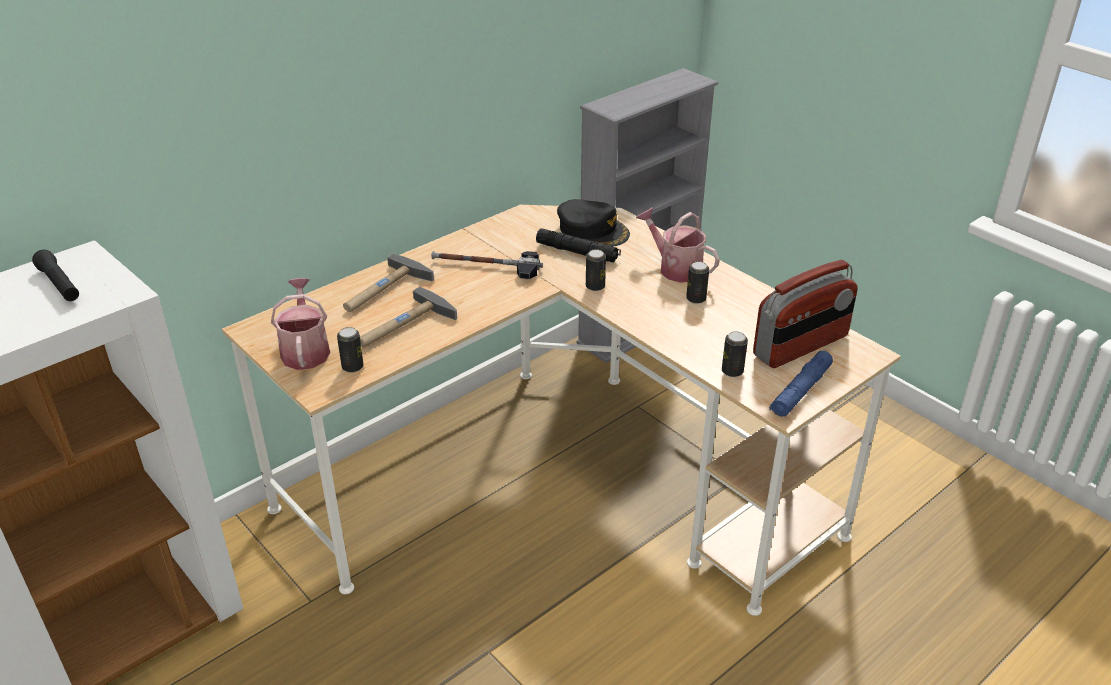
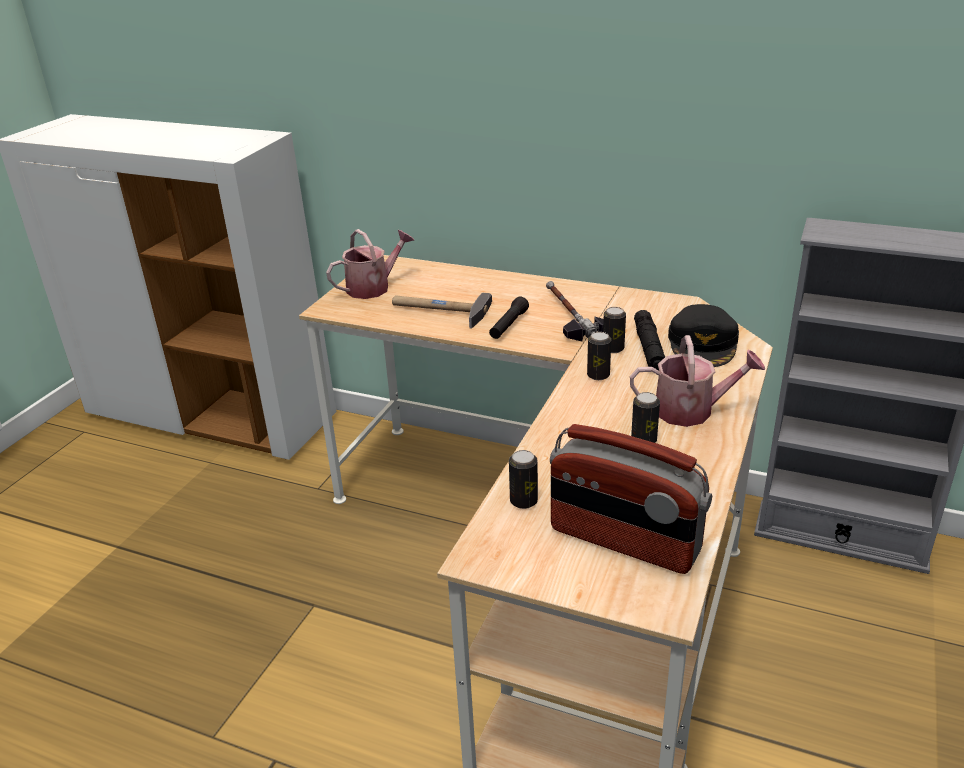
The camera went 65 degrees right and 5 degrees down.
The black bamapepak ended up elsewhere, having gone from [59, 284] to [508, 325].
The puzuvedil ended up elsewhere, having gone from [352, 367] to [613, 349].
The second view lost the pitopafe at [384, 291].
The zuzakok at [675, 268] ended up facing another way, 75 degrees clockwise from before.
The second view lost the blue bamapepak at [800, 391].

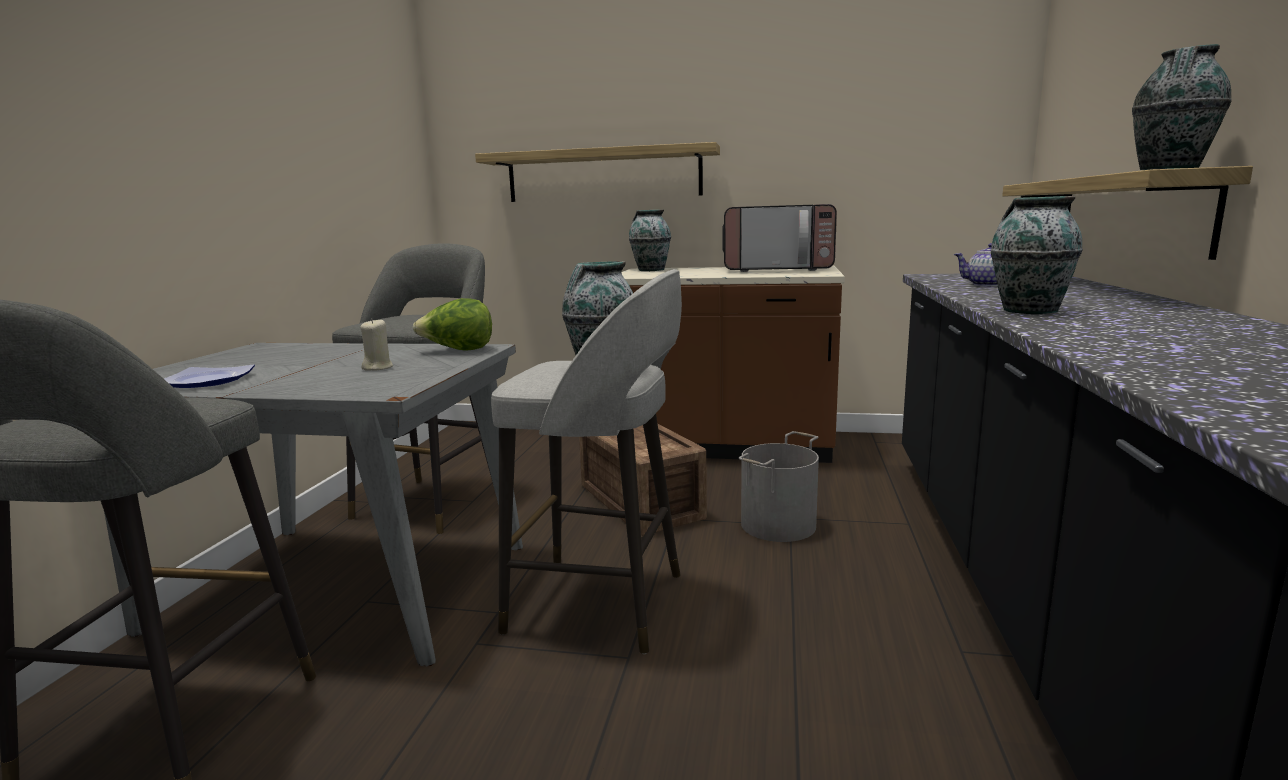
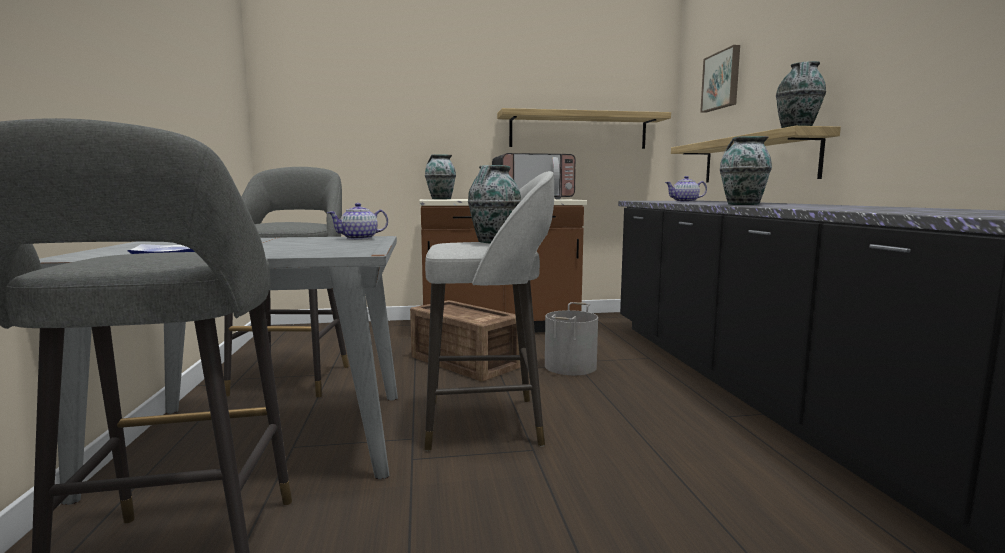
The camera went 20 degrees left and 5 degrees down.
The second view lost the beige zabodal at [378, 368].
Where the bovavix stood at [458, 351], the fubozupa came to stand at [360, 238].
The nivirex ended up elsewhere, having gone from [603, 175] to [578, 131].
The second view gained the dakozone at [722, 80].

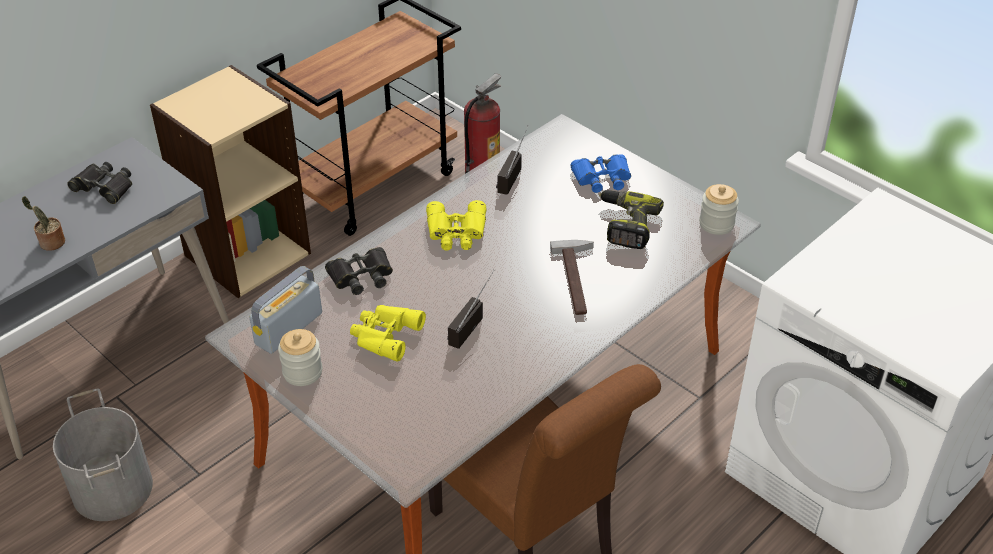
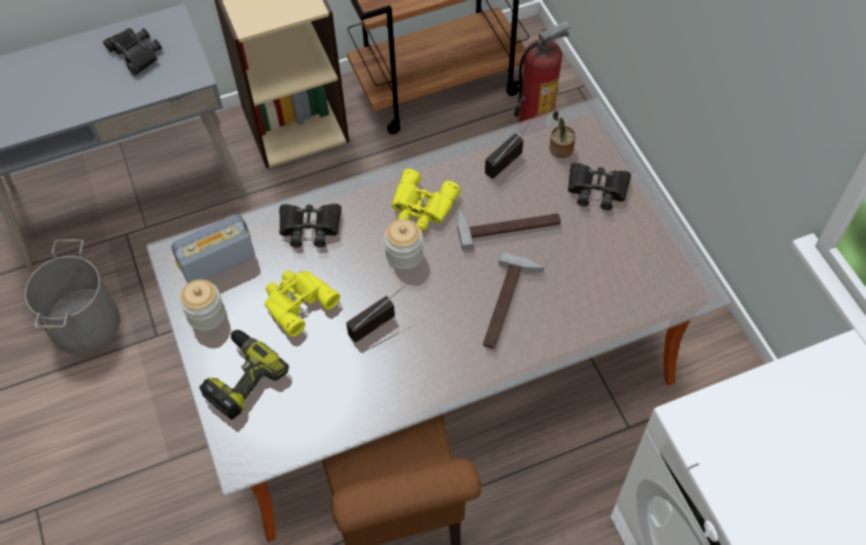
The camera went 25 degrees right and 15 degrees up.
The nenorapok ended up elsewhere, having gone from [50, 243] to [559, 149].
What was the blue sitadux at [602, 178] turned into the black sitadux at [597, 189].
The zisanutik ended up elsewhere, having gone from [625, 225] to [240, 378].
The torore ended up elsewhere, having gone from [716, 224] to [404, 255].
The second view gained the pitopafe at [508, 224].

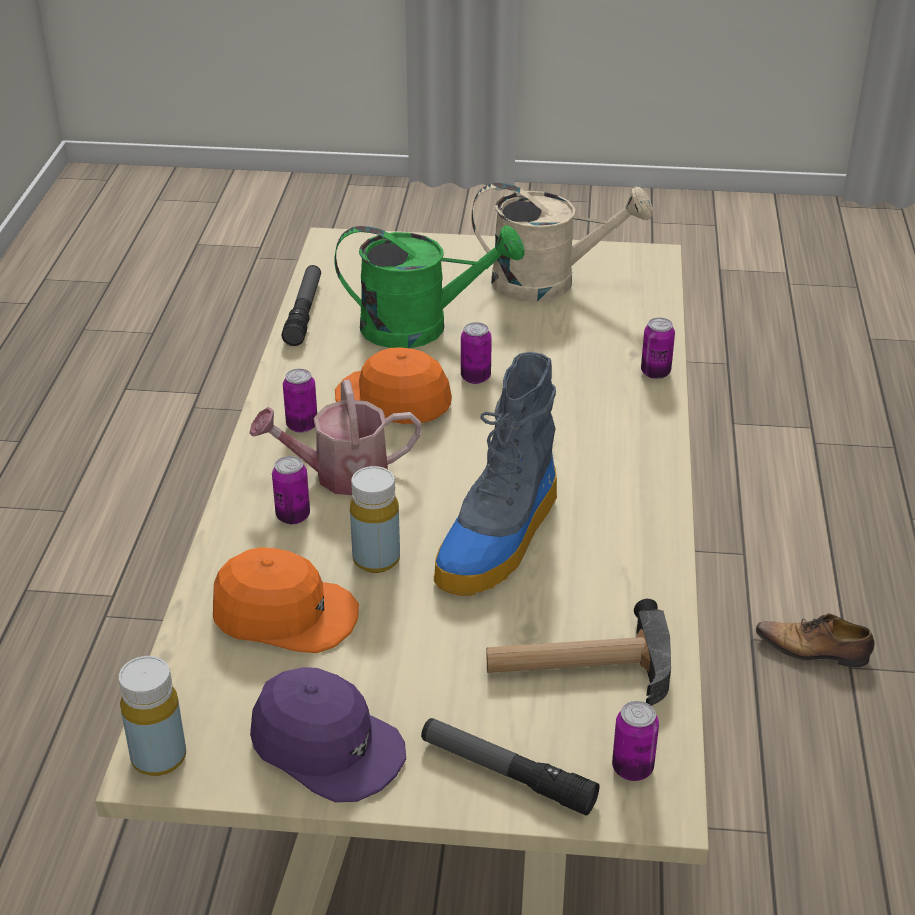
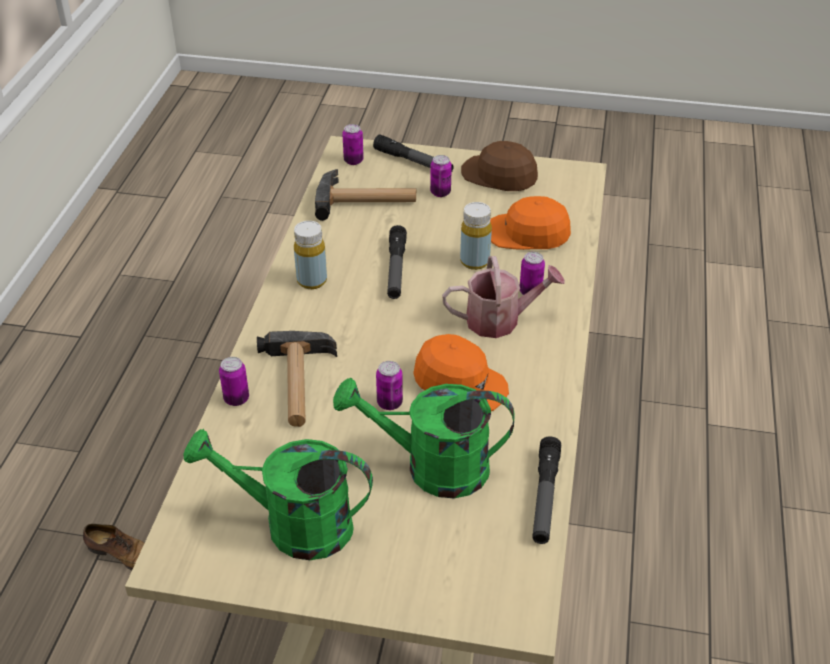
The camera went 175 degrees left and 5 degrees up.
The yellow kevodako ended up elsewhere, having gone from [159, 757] to [312, 281].
What was the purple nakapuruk at [327, 747] turned into the brown nakapuruk at [499, 175].
The puzuvedil ended up elsewhere, having gone from [302, 425] to [440, 192].
Where the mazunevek stood at [499, 540], the bamapepak came to stand at [396, 269].
What was the beige zuzakok at [549, 283] turned into the green zuzakok at [293, 525].
The second view gained the pitopafe at [298, 384].

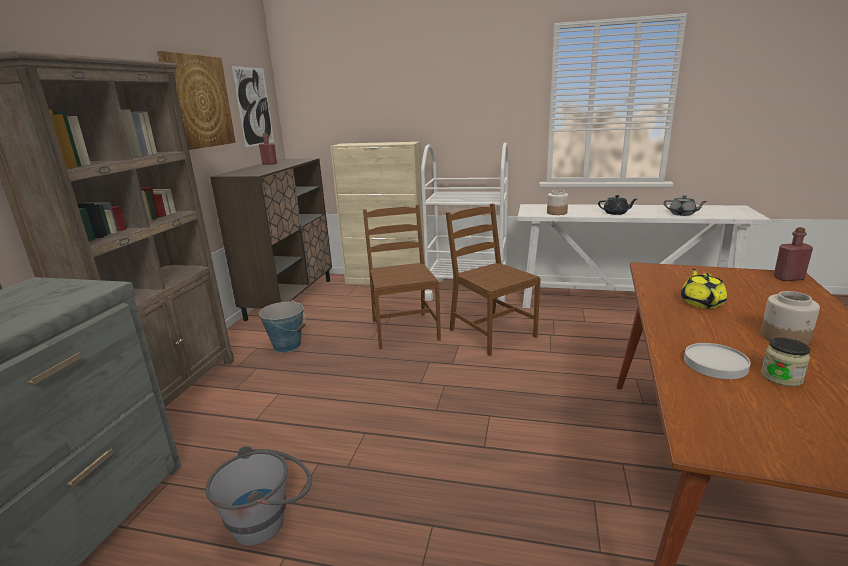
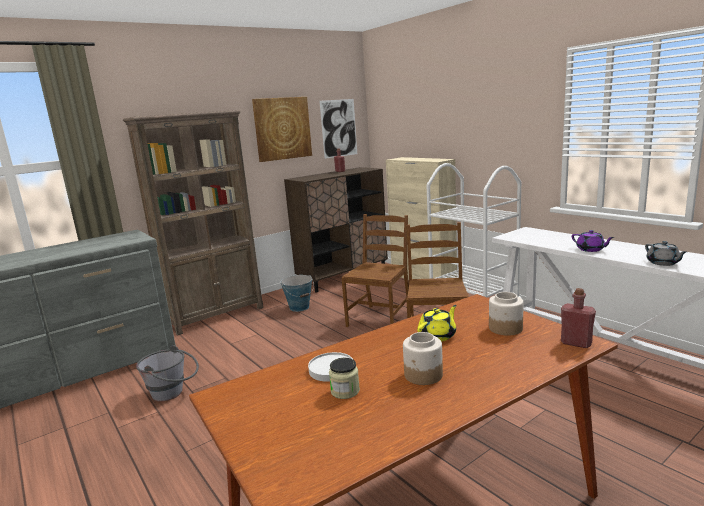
The camera went 40 degrees right and 5 degrees down.
The torore ended up elsewhere, having gone from [556, 213] to [505, 328].
What was the black fubozupa at [616, 213] turned into the purple fubozupa at [590, 249].

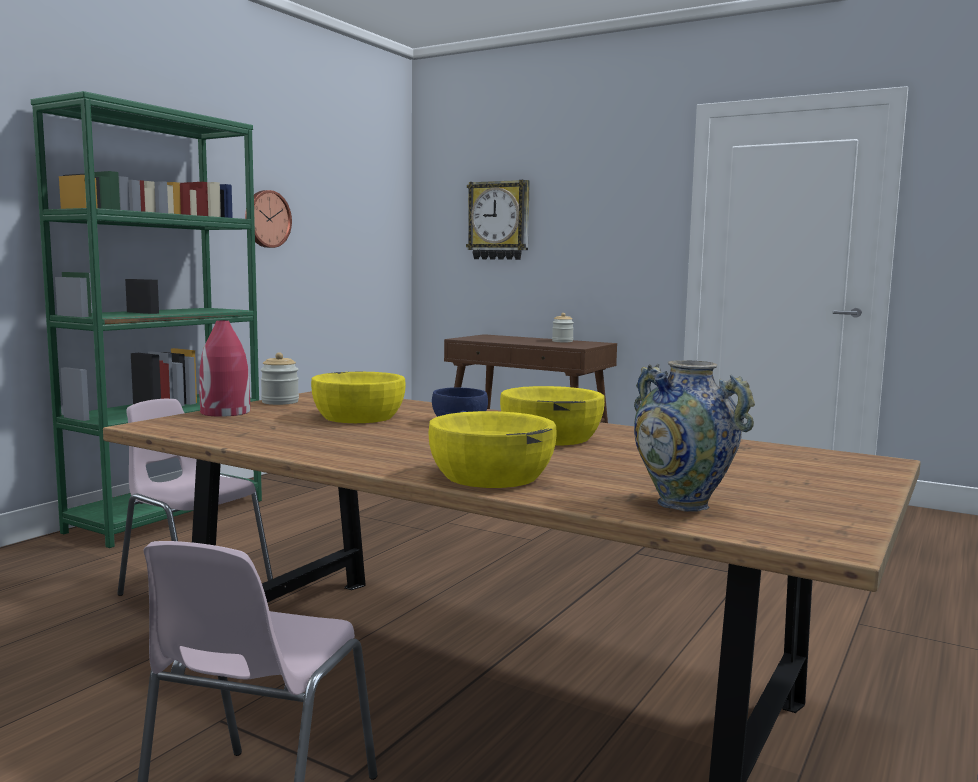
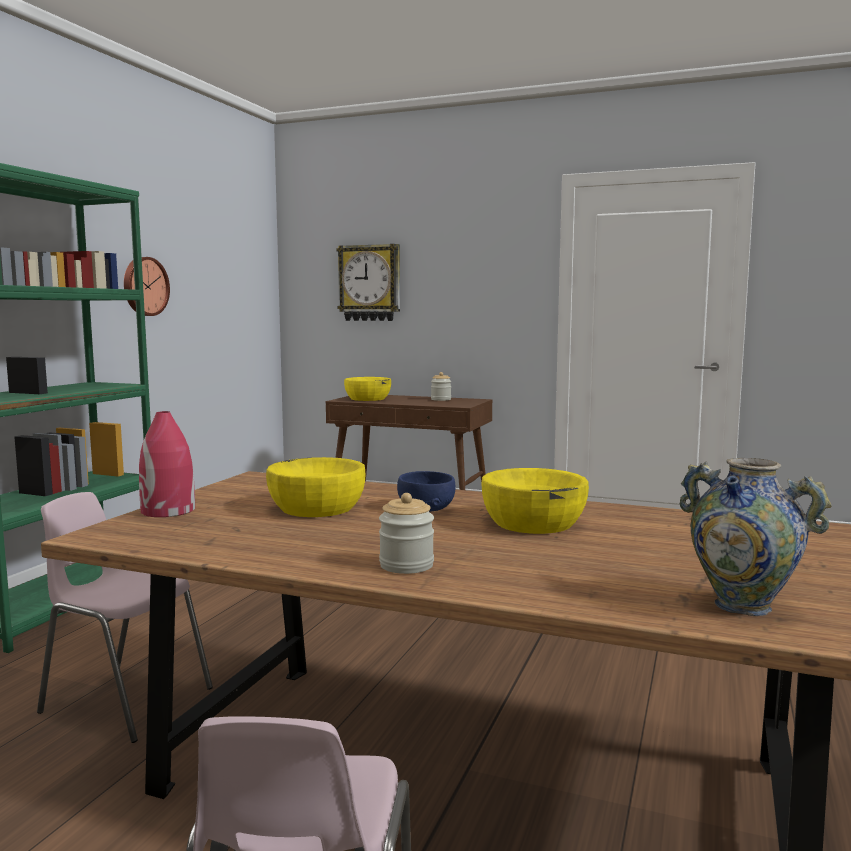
The camera went 10 degrees left and 0 degrees up.
The torore ended up elsewhere, having gone from [280, 402] to [406, 565].
The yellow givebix ended up elsewhere, having gone from [491, 476] to [368, 398].

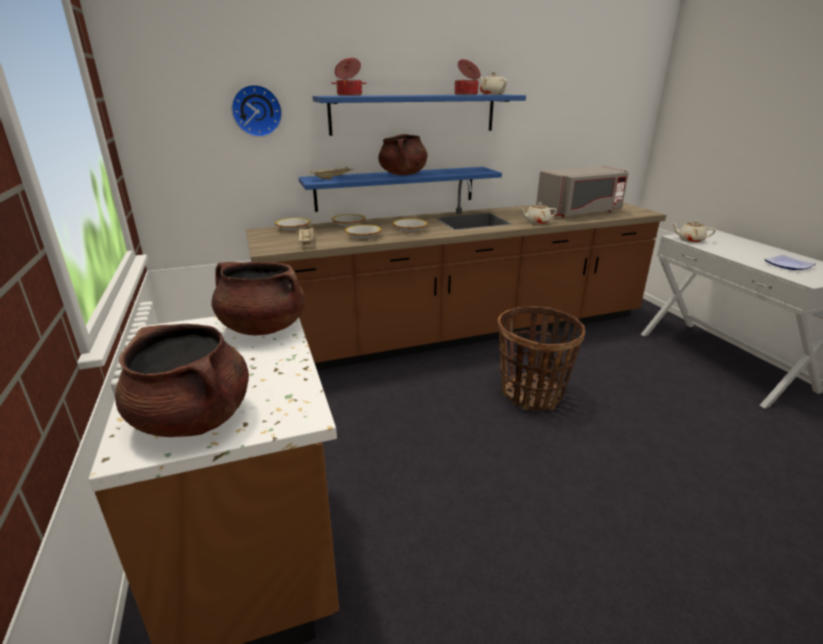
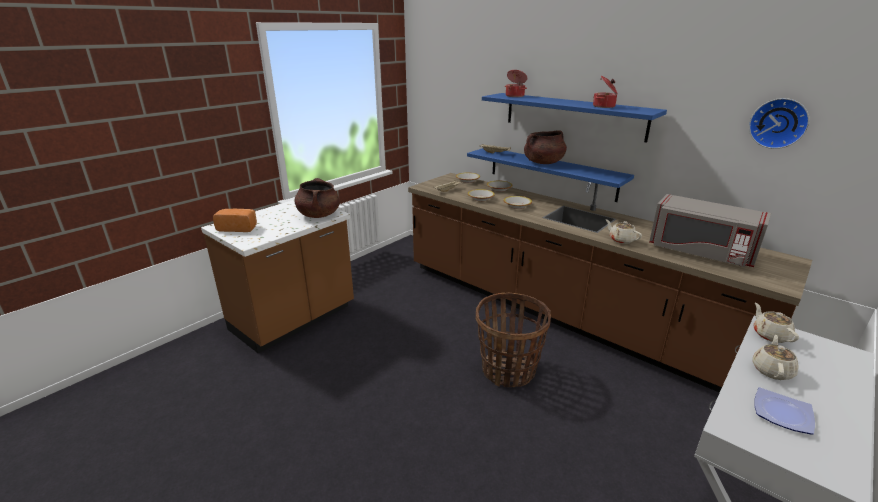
The camera went 60 degrees right and 0 degrees up.
Where the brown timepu stood at [193, 418], the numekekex came to stand at [238, 228].
The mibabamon ended up elsewhere, having gone from [256, 111] to [778, 123].
The beige fubozupa ended up elsewhere, having gone from [491, 94] to [772, 370].

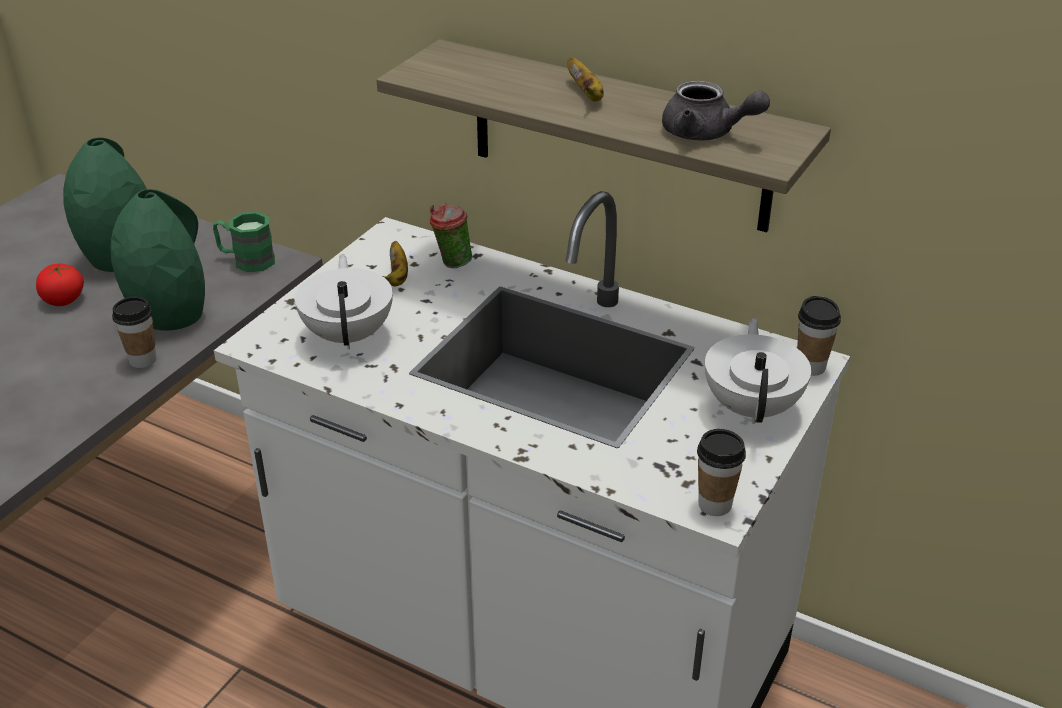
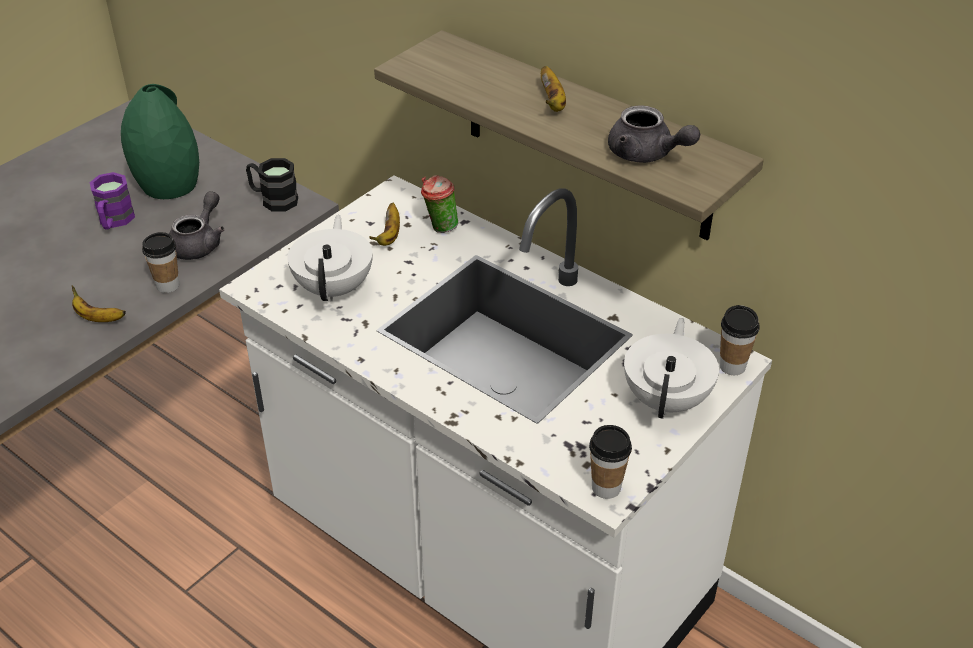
The camera went 10 degrees right and 5 degrees up.
Where the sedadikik stood at [63, 300], the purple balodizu came to stand at [114, 221].
Where the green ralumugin stood at [170, 312], the grey fubozupa came to stand at [199, 243].
What was the green balodizu at [246, 260] turned into the black balodizu at [273, 199].
The second view gained the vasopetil at [97, 318].

